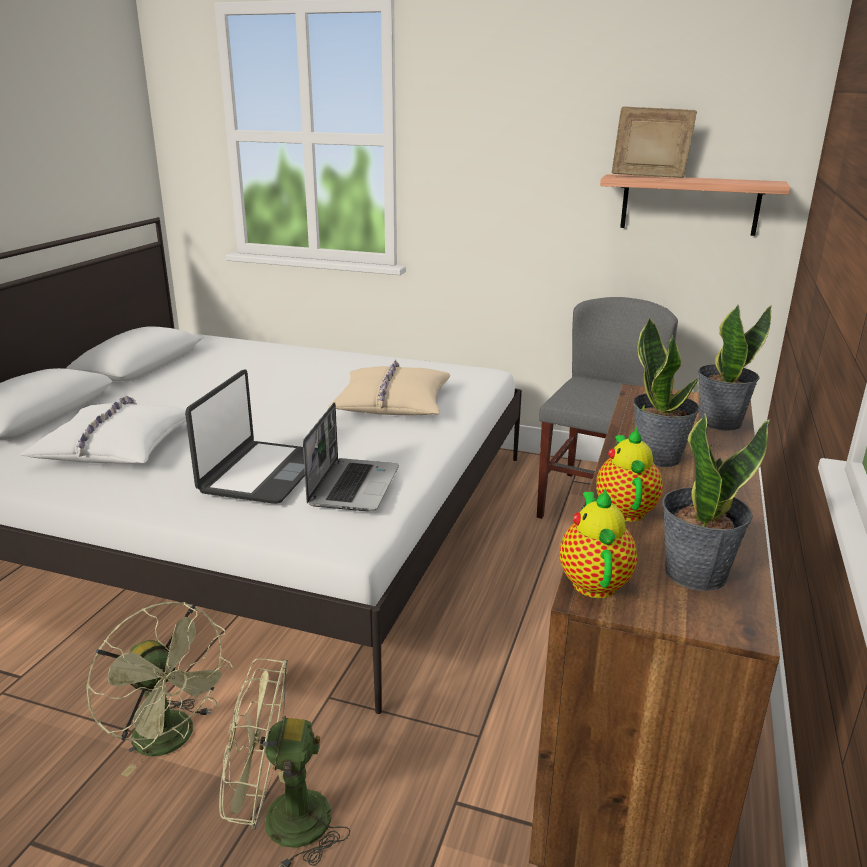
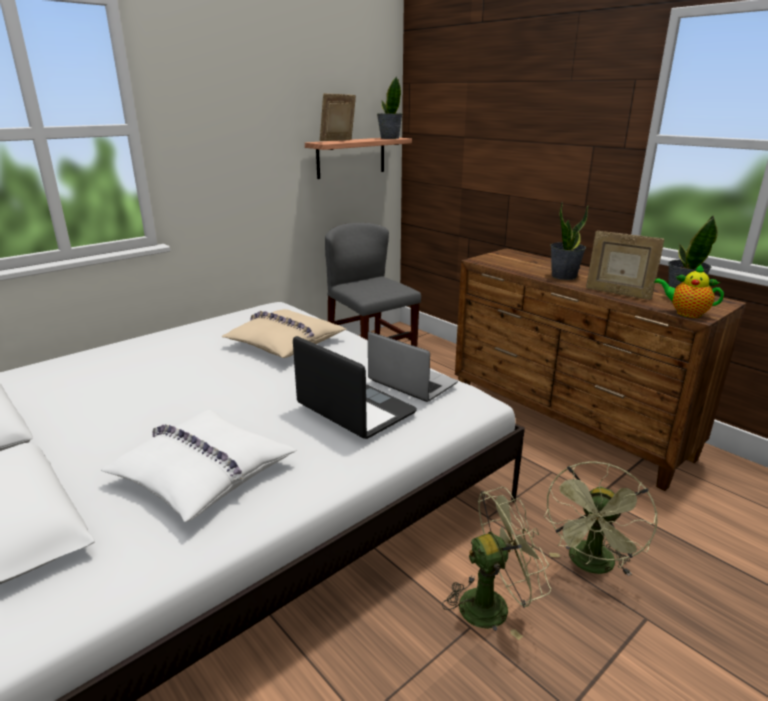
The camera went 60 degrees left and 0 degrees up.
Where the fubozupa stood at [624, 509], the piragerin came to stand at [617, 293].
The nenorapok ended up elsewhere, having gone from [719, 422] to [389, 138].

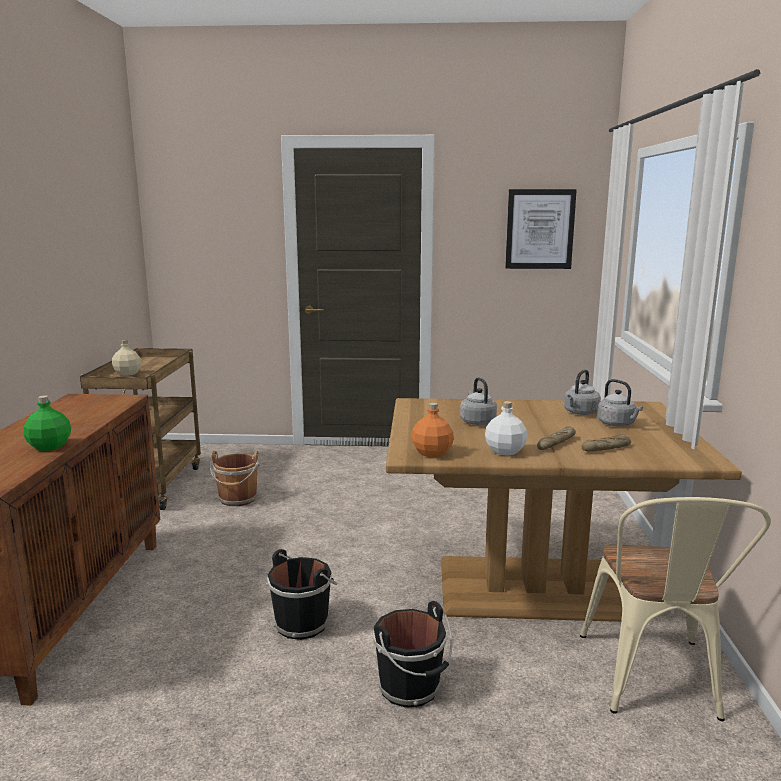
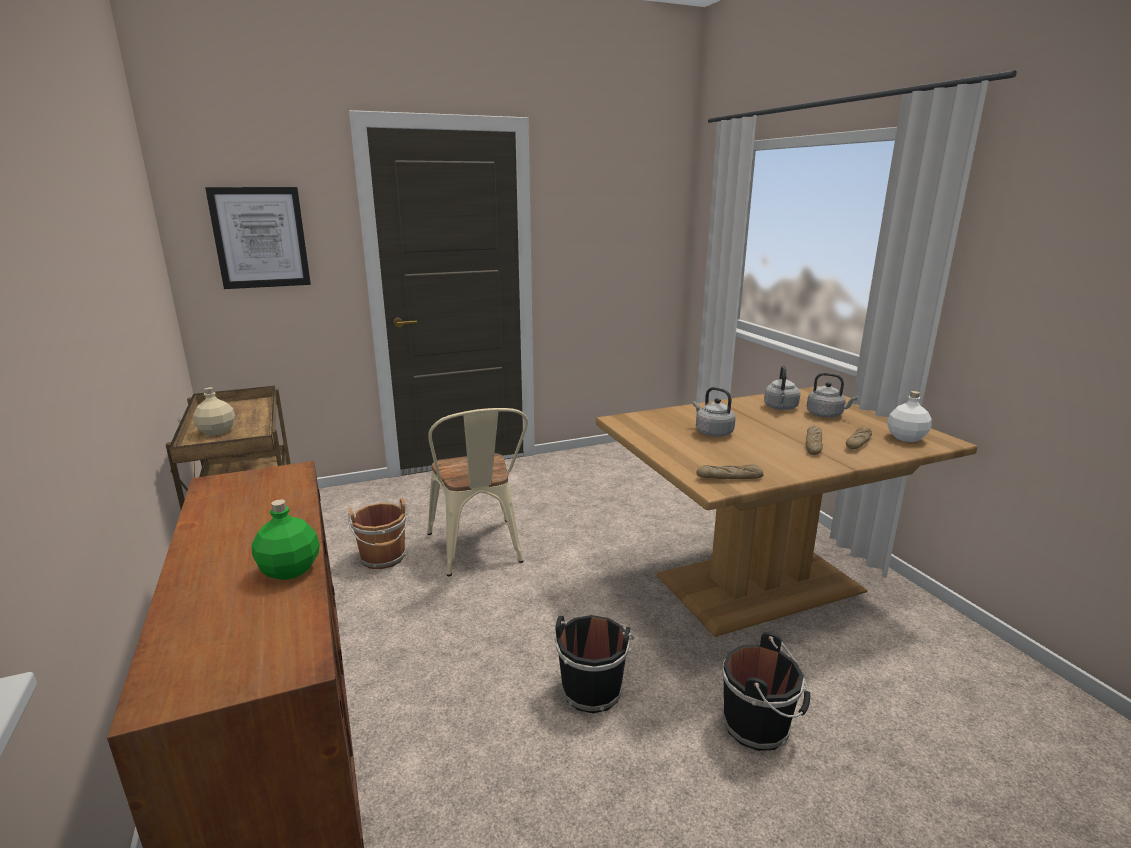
The camera went 25 degrees left and 5 degrees up.
Where the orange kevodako stood at [432, 453], the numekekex came to stand at [729, 478].
The white kevodako ended up elsewhere, having gone from [505, 451] to [906, 438].
The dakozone ended up elsewhere, having gone from [540, 229] to [260, 238].
The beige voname ended up elsewhere, having gone from [653, 683] to [478, 551].

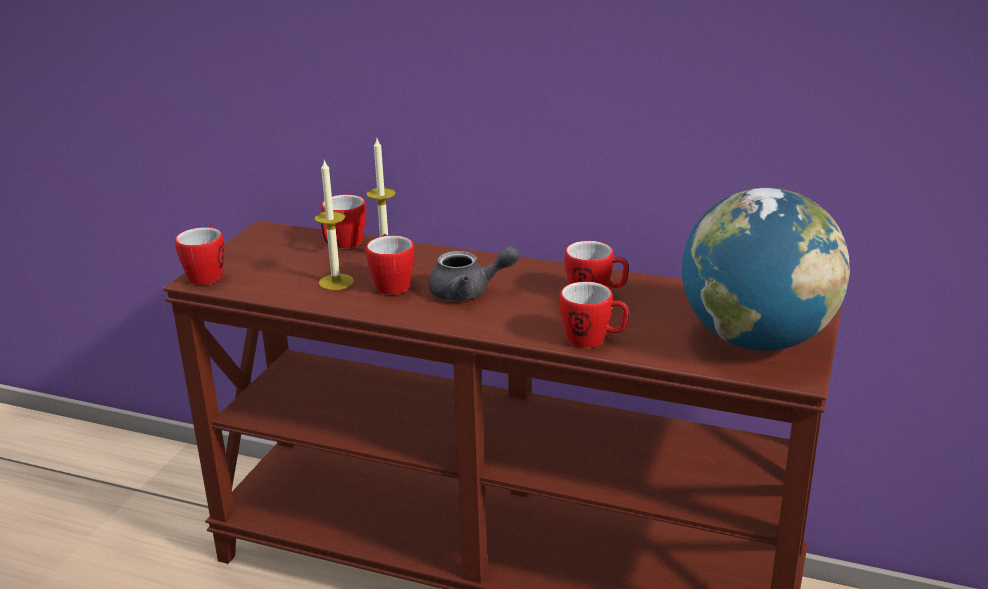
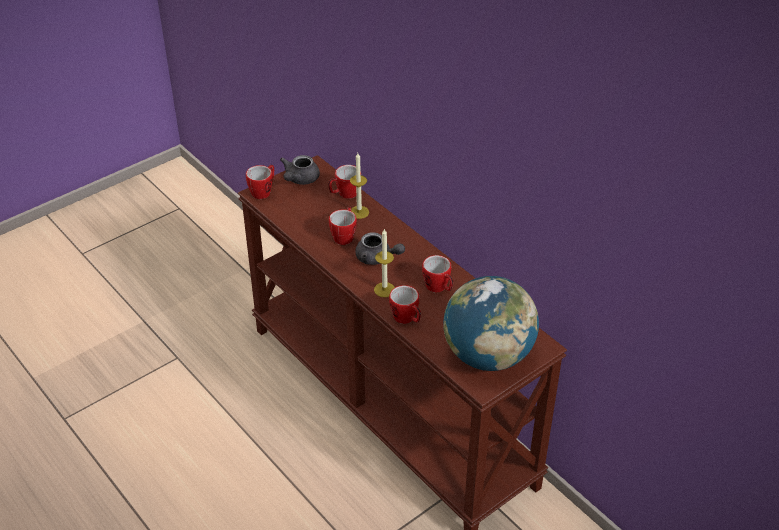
The camera went 30 degrees right and 15 degrees up.
The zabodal ended up elsewhere, having gone from [336, 282] to [384, 289].
The second view gained the grey fubozupa at [300, 179].

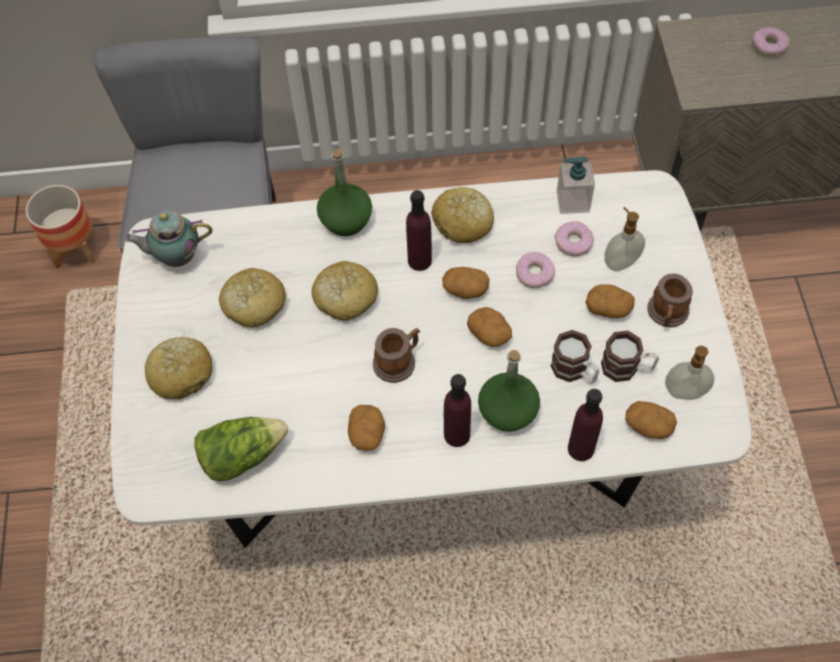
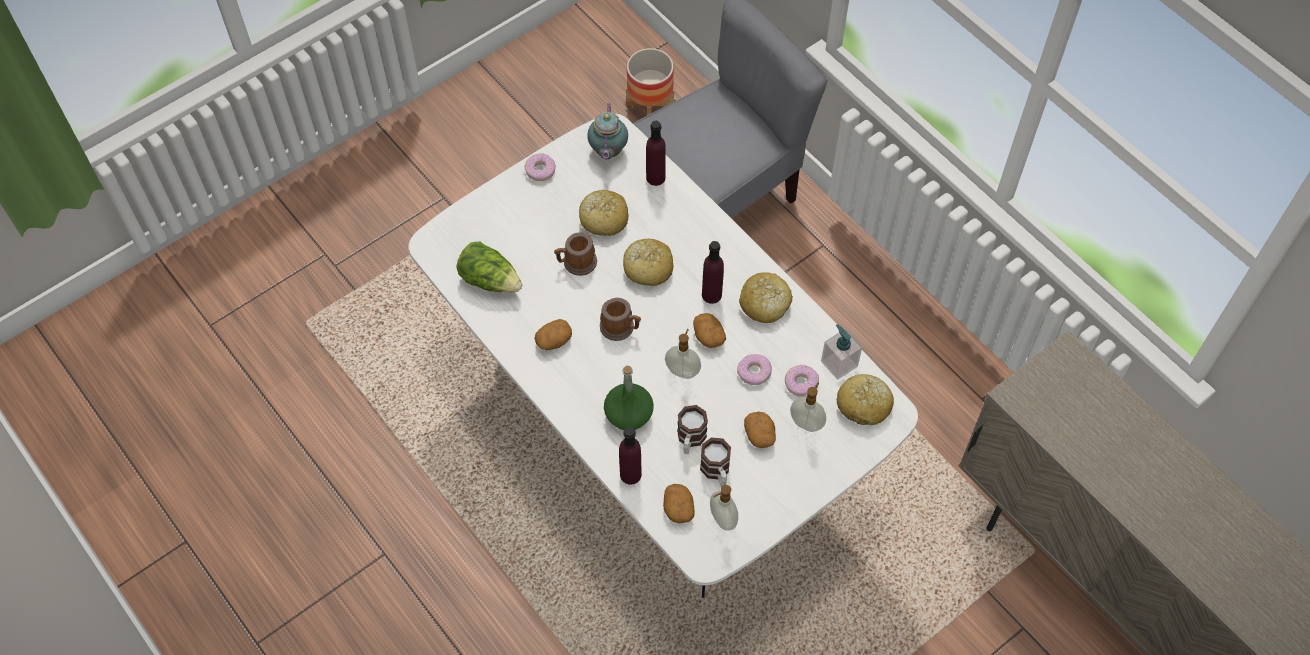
The camera went 55 degrees right and 0 degrees up.
The fubozupa at [176, 257] ended up facing another way, 135 degrees counterclockwise from before.
The numekekex ended up elsewhere, having gone from [181, 373] to [864, 405].
The second view lost the green kevodako at [346, 220].
The purple kevodako ended up elsewhere, having gone from [457, 435] to [655, 177].
Where the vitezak stood at [490, 333], the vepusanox came to stand at [683, 371].
The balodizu ended up elsewhere, having gone from [667, 314] to [576, 263].
The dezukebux ended up elsewhere, having gone from [769, 46] to [540, 170].

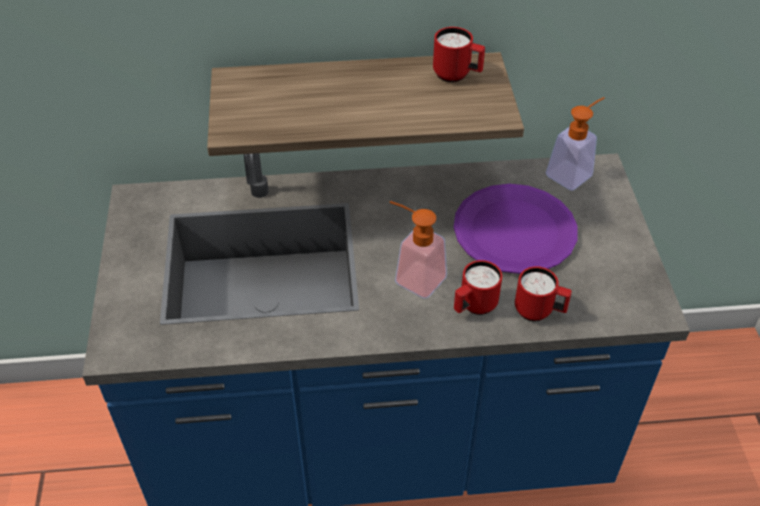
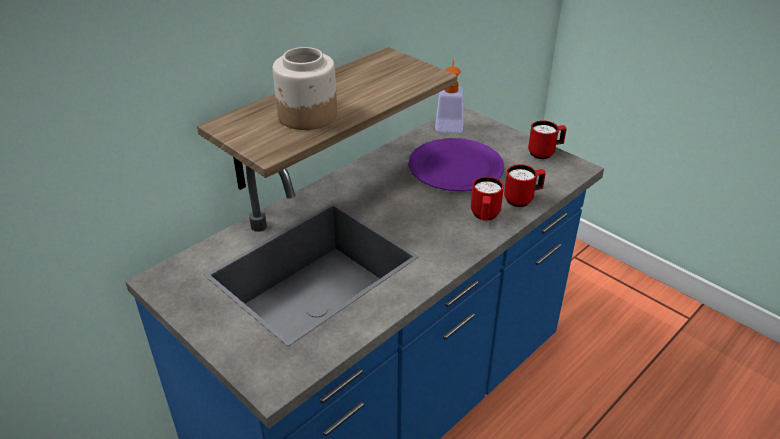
The camera went 40 degrees left and 10 degrees down.
The second view lost the vepusanox at [413, 276].
The red balodizu ended up elsewhere, having gone from [457, 75] to [545, 153].
The second view gained the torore at [307, 116].

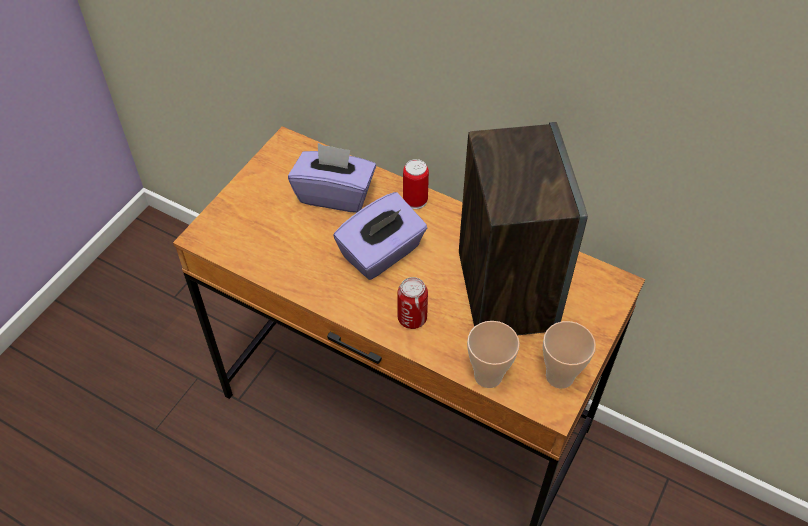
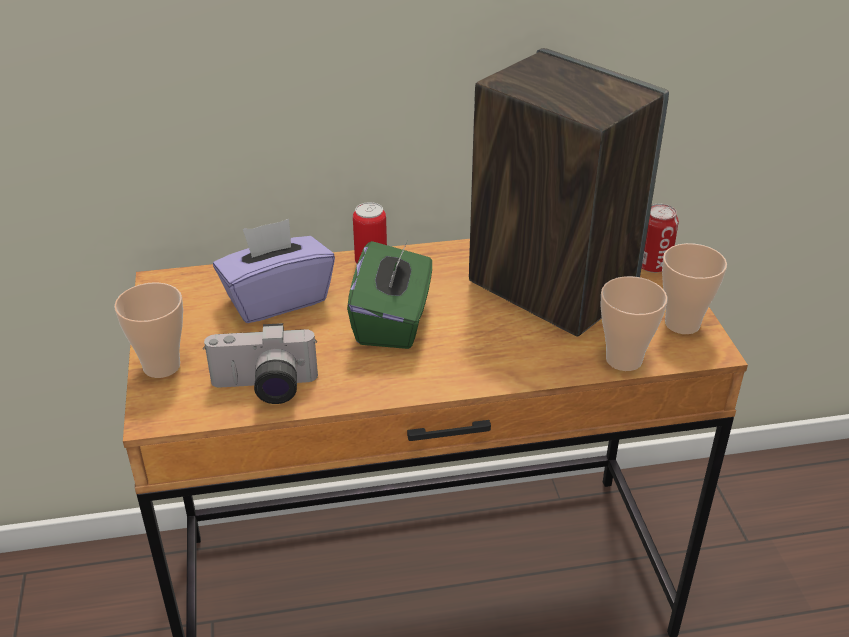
The camera went 40 degrees left and 15 degrees down.
What was the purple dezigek at [382, 253] turned into the green dezigek at [393, 321].
The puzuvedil ended up elsewhere, having gone from [412, 318] to [652, 265].
The second view gained the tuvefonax at [161, 366].
The second view gained the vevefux at [264, 389].

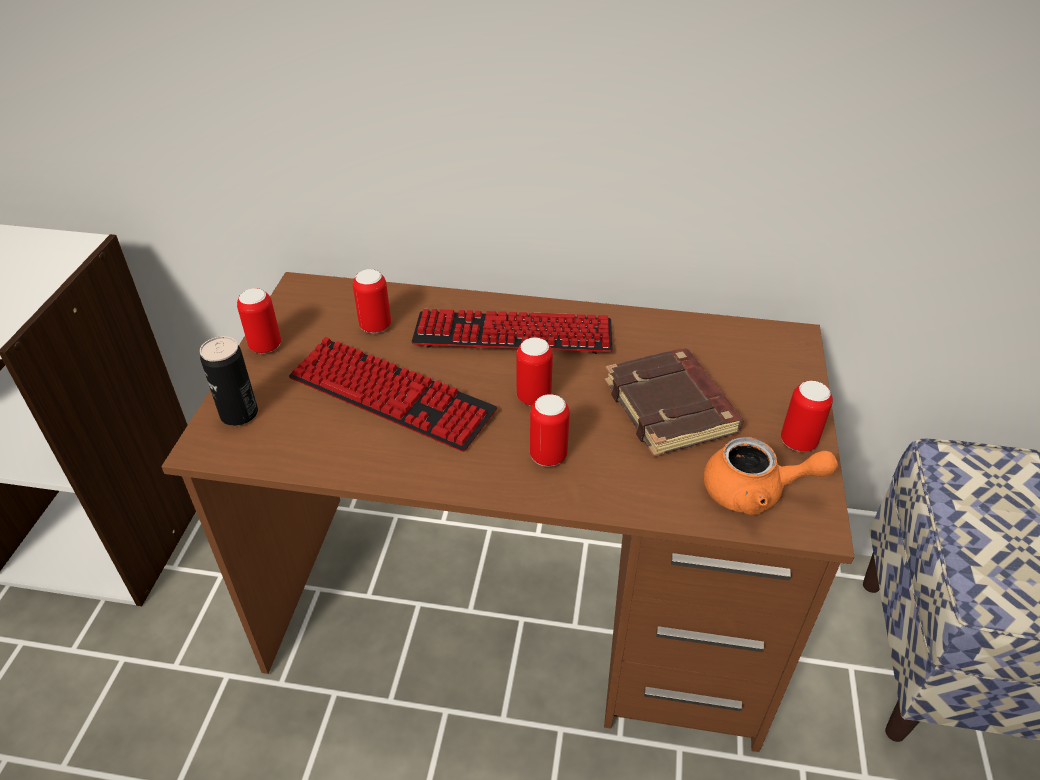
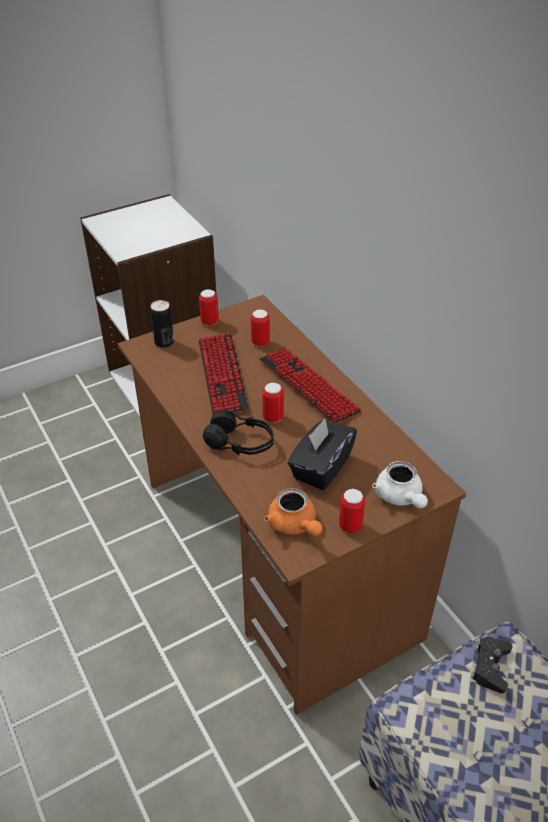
The camera went 50 degrees right and 0 degrees up.
Where the puzuvedil stood at [548, 456], the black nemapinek came to stand at [240, 443].
Where the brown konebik stood at [672, 408], the black dezigek came to stand at [321, 467].
The second view gained the white fubozupa at [400, 497].
The second view gained the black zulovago at [490, 667].

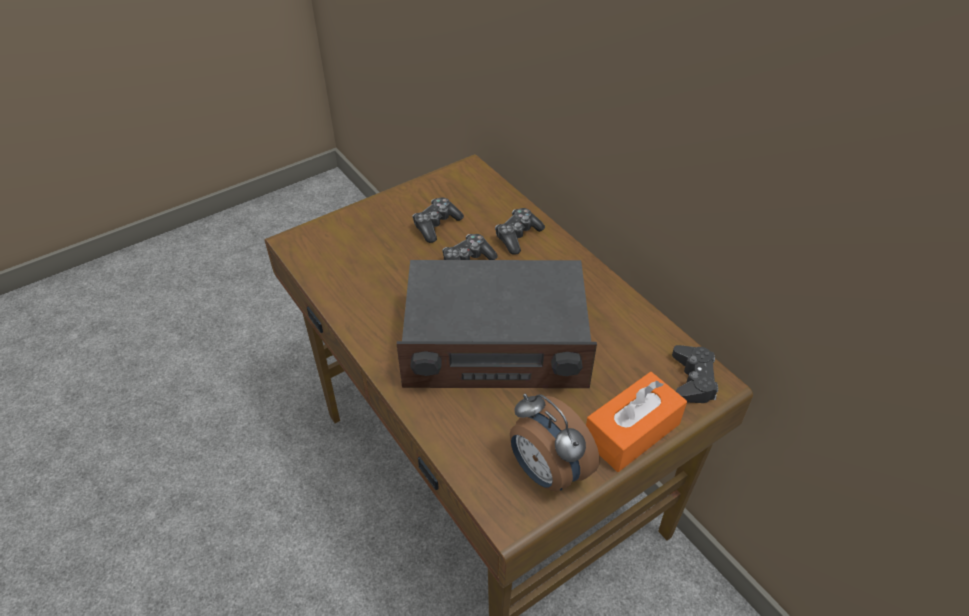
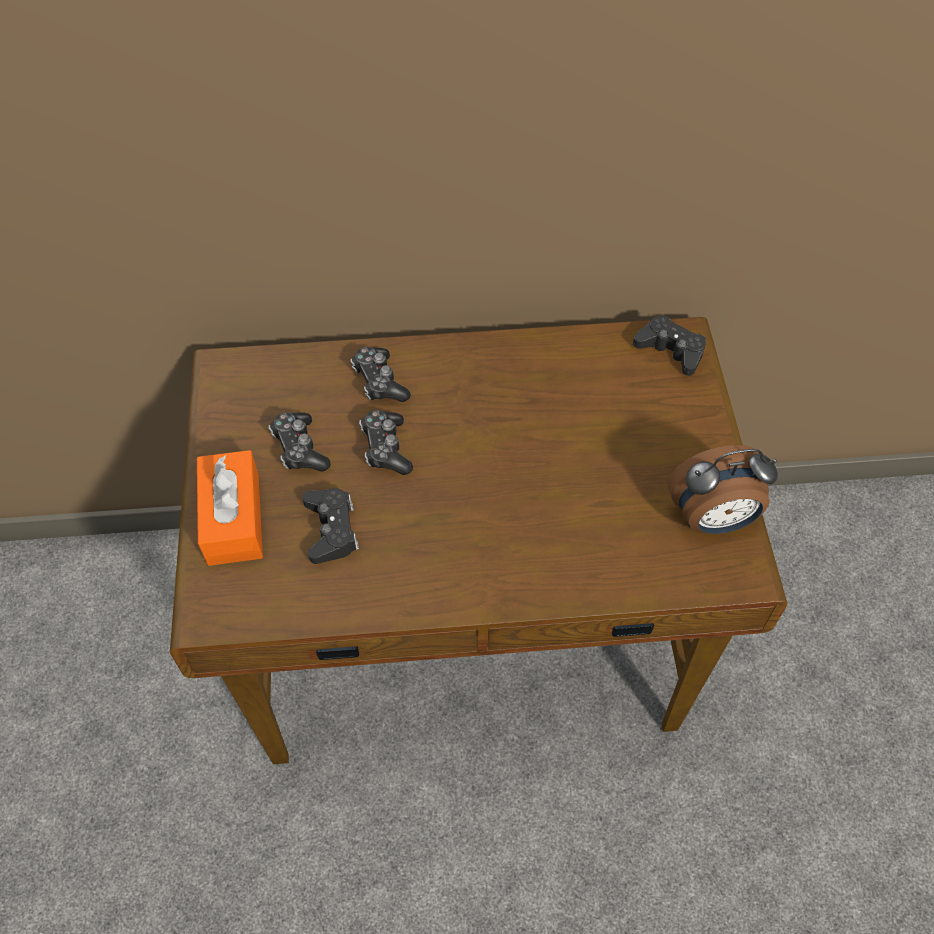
The camera went 60 degrees left and 10 degrees up.
The second view lost the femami at [495, 344].
The orange dezigek ended up elsewhere, having gone from [631, 432] to [233, 518].
The second view gained the black zulovago at [331, 529].

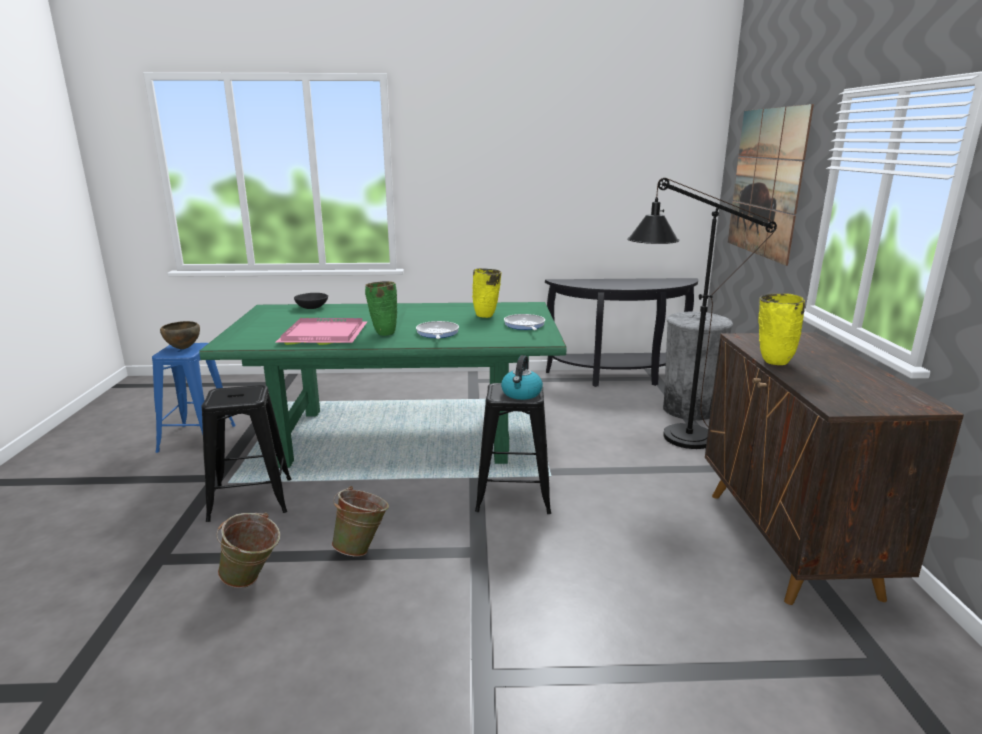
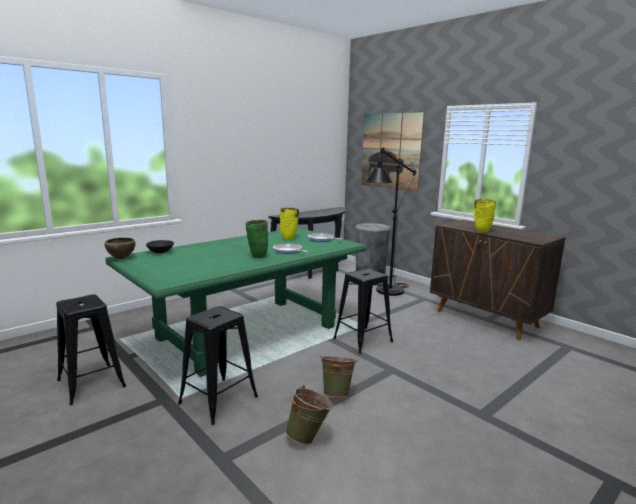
The camera went 40 degrees left and 5 degrees down.
What was the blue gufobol at [197, 438] turned into the black gufobol at [91, 383].
The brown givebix ended up elsewhere, having gone from [183, 348] to [121, 258].
The second view lost the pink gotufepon at [322, 335].
The second view lost the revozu at [521, 394].

